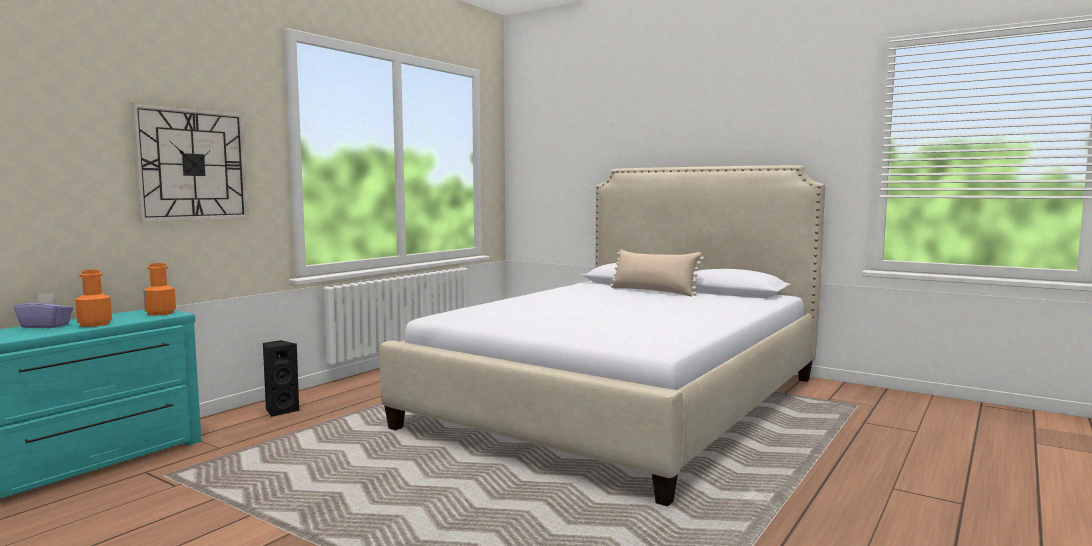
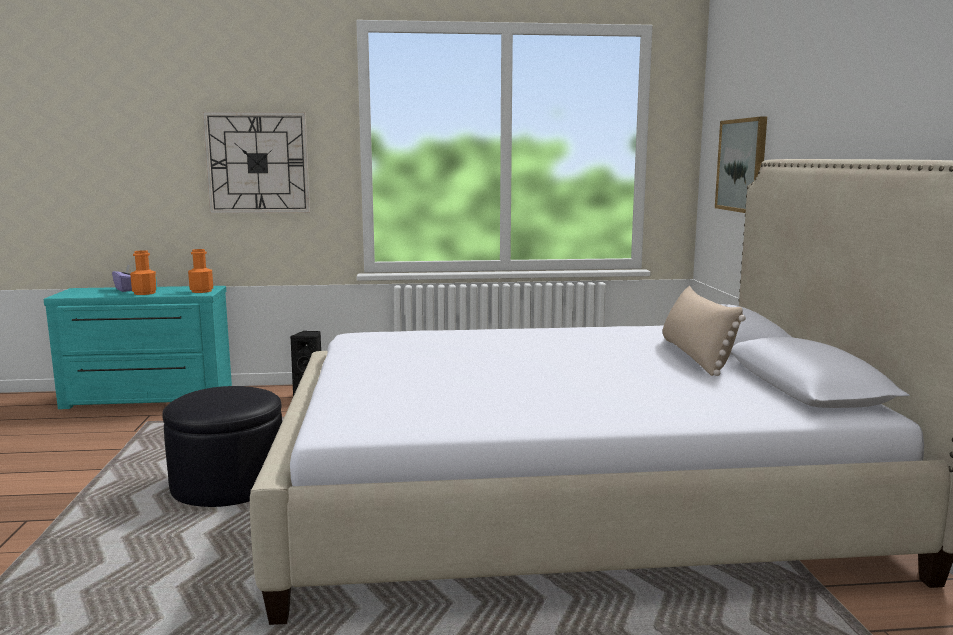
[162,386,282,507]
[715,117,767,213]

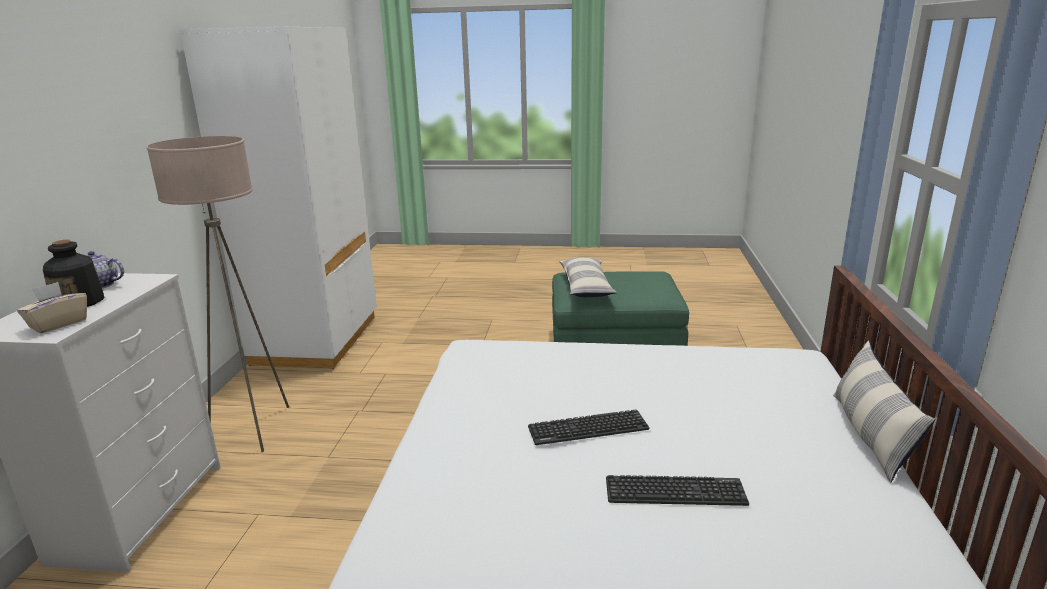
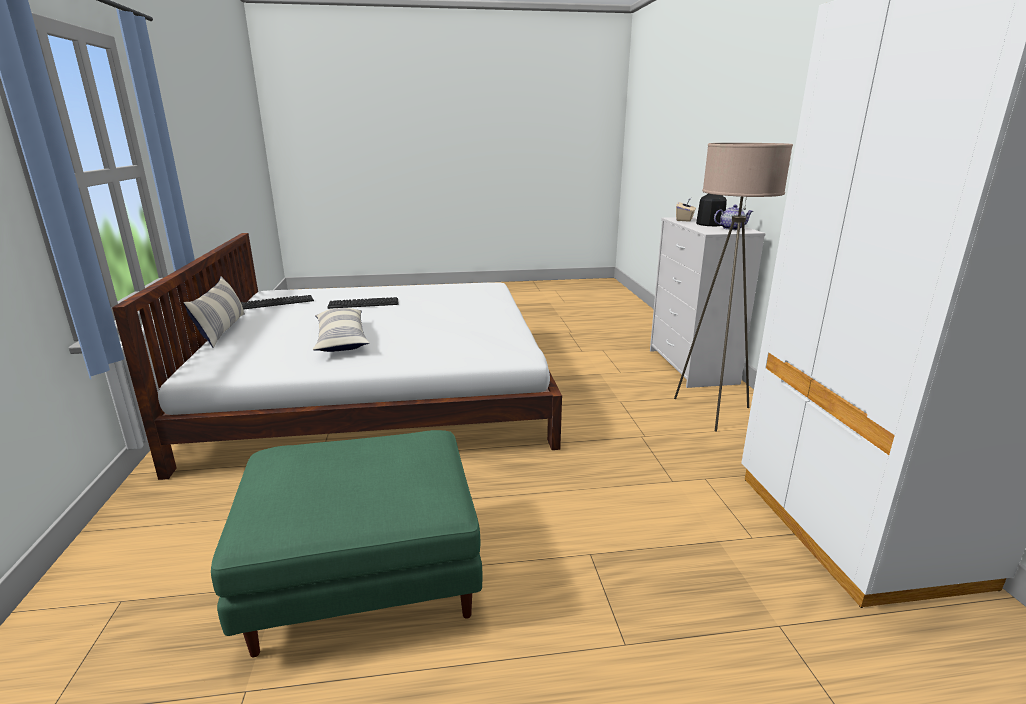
[241,295,314,310]
[313,308,369,352]

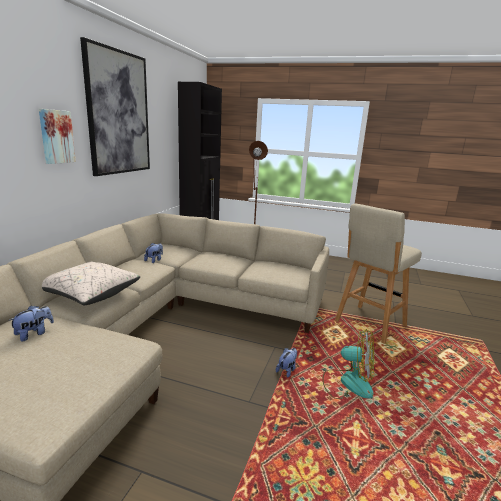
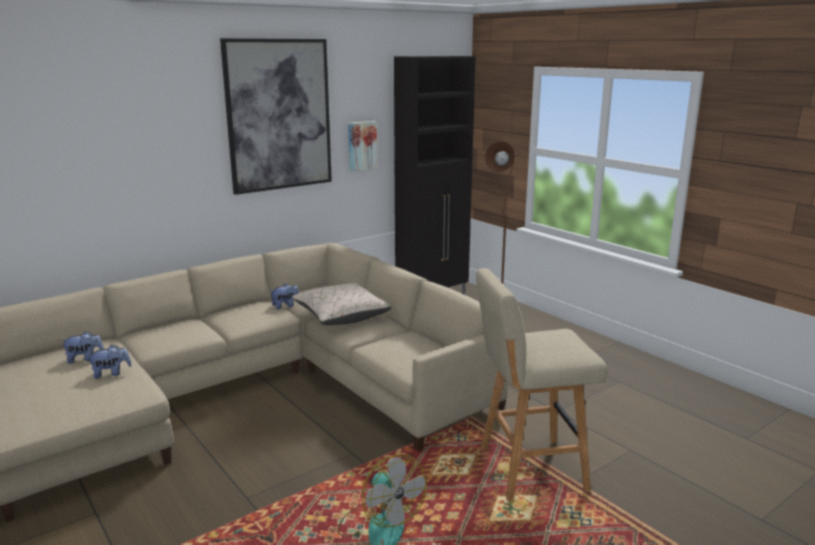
[348,121,377,171]
[292,283,391,325]
[86,345,132,379]

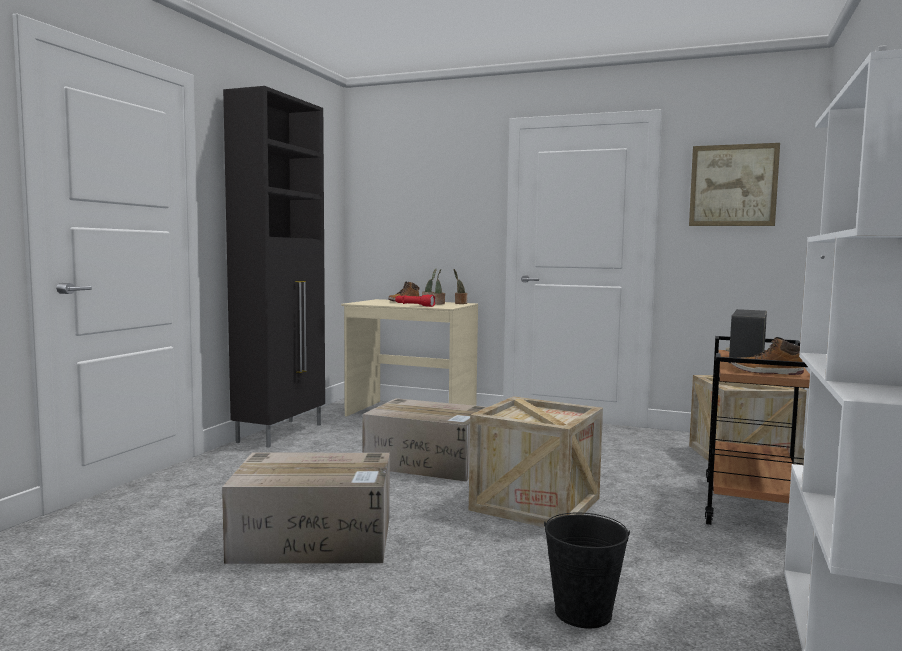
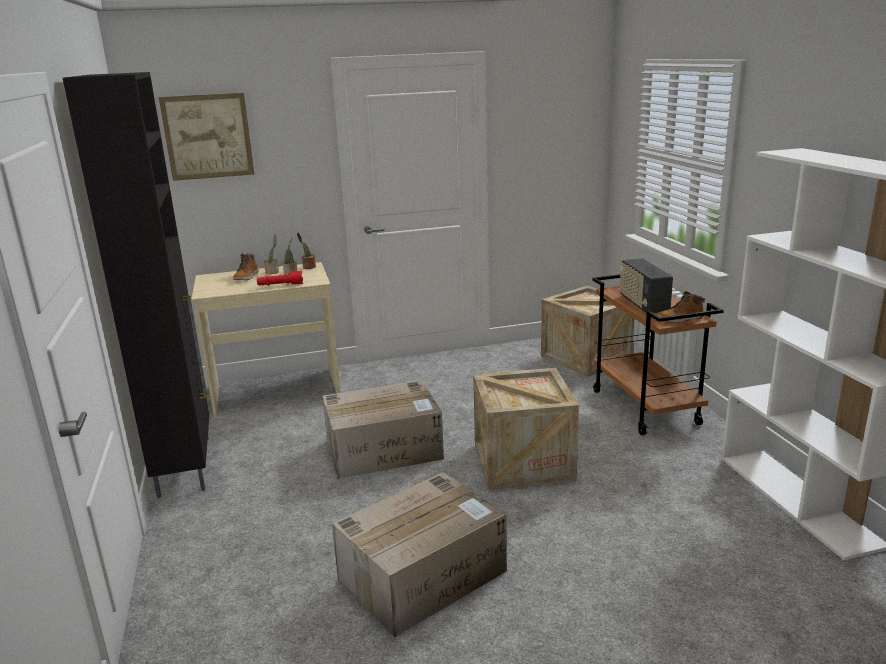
[544,513,630,628] (first image)
[159,93,255,181]

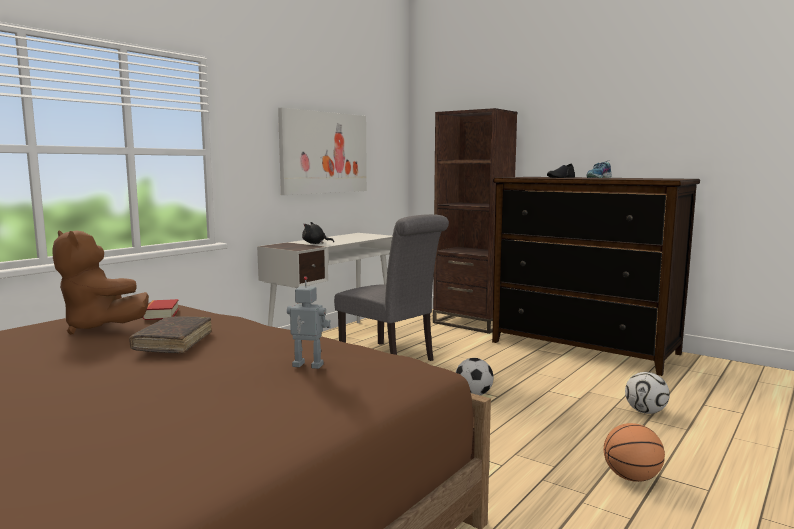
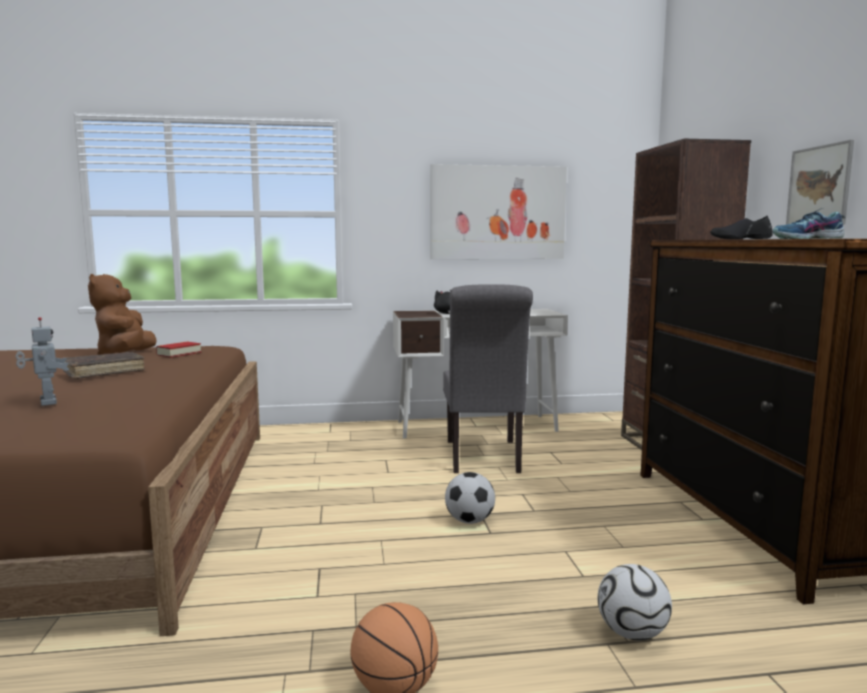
[786,140,854,225]

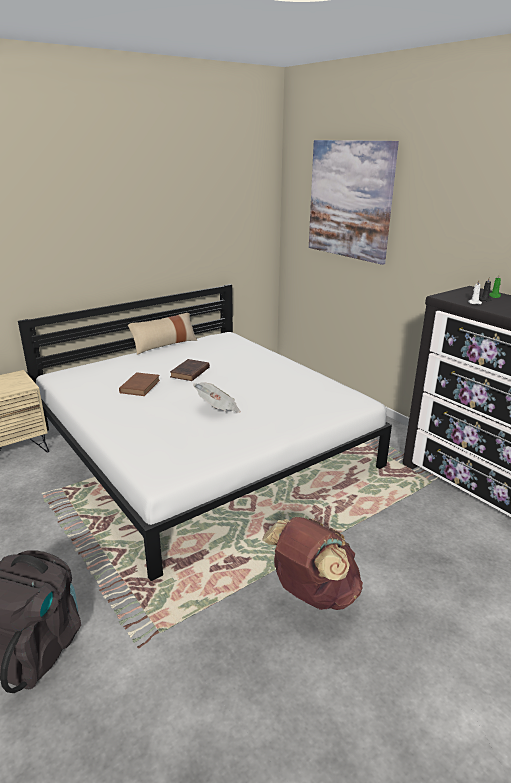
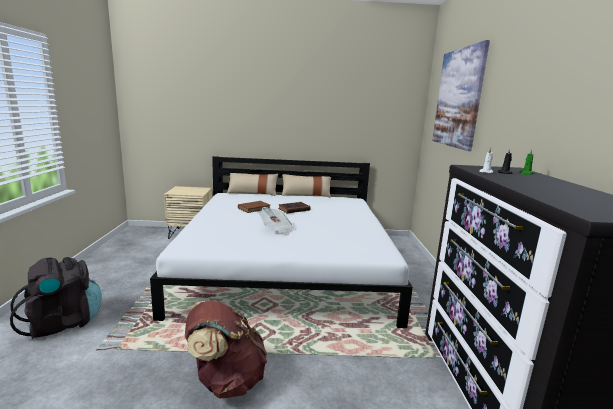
[227,173,278,196]

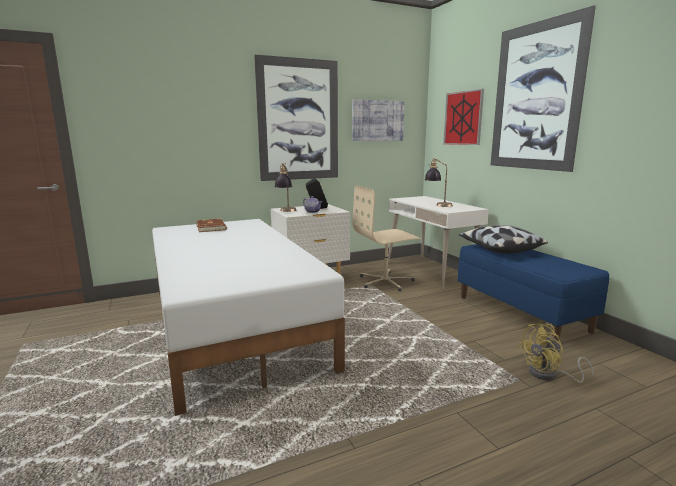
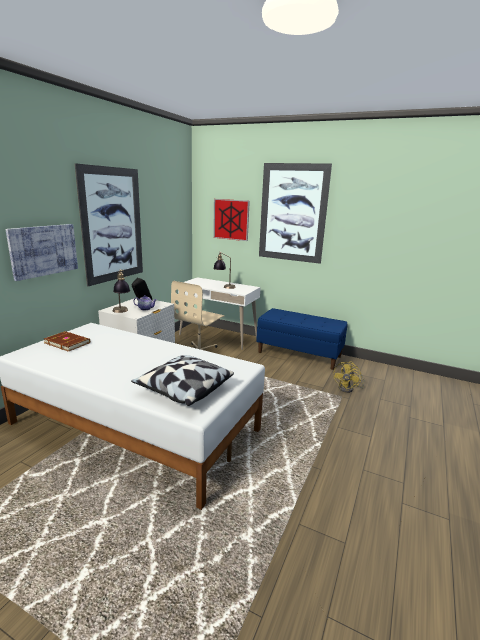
[5,224,78,281]
[131,355,234,406]

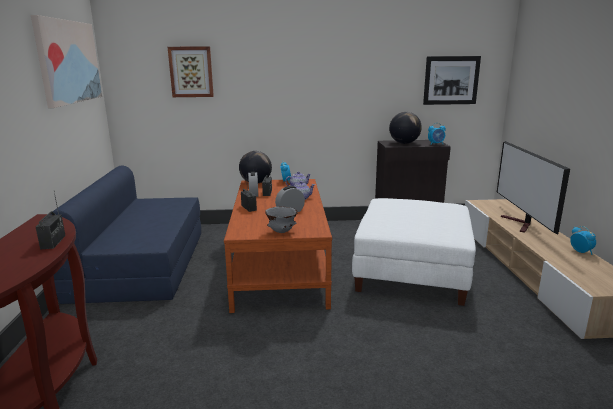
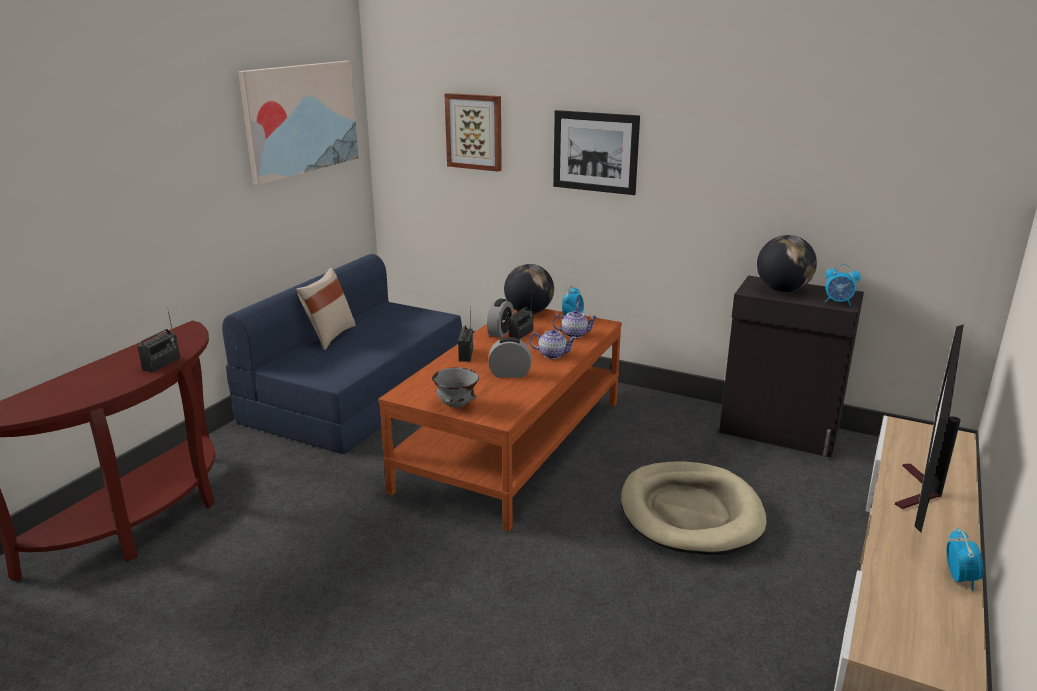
[296,268,356,350]
[553,110,640,195]
[621,461,766,555]

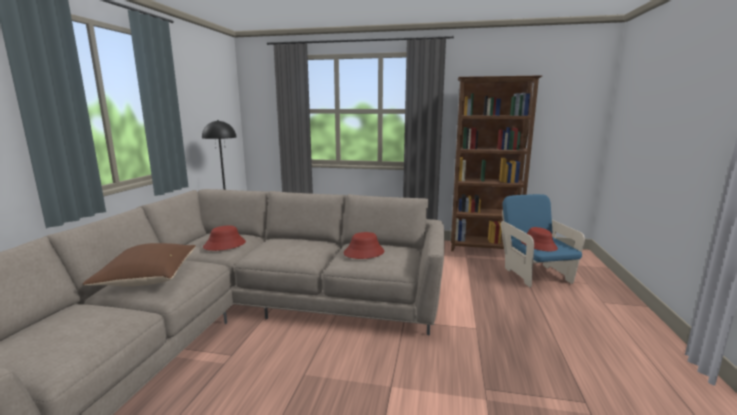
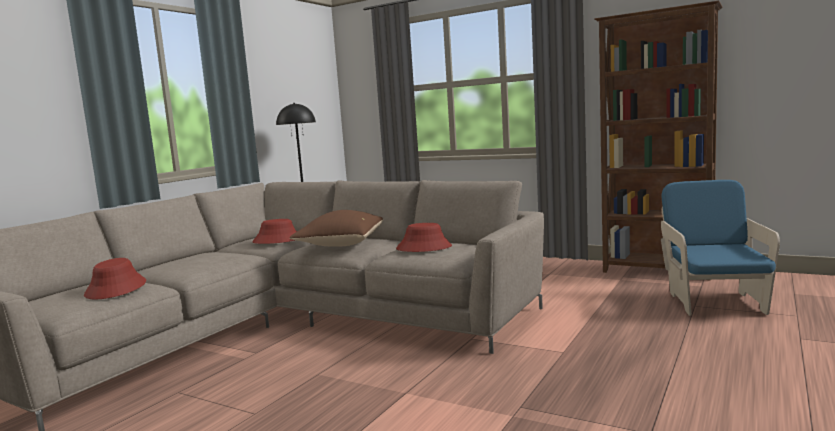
[290,210,383,247]
[84,258,146,299]

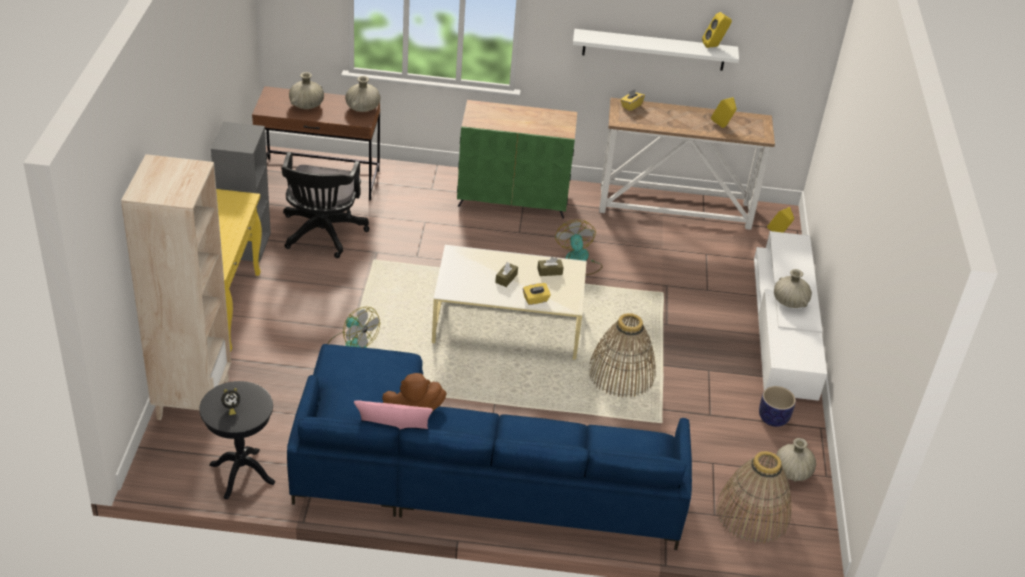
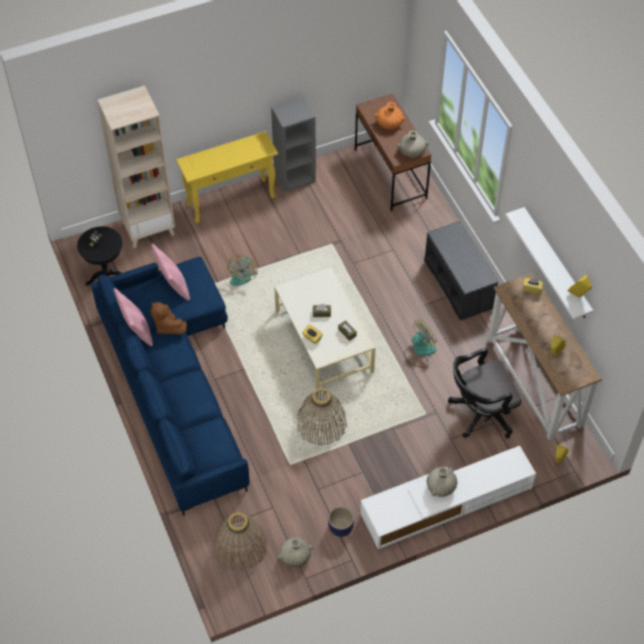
[151,244,190,301]
[448,348,522,438]
[424,221,498,321]
[374,102,406,129]

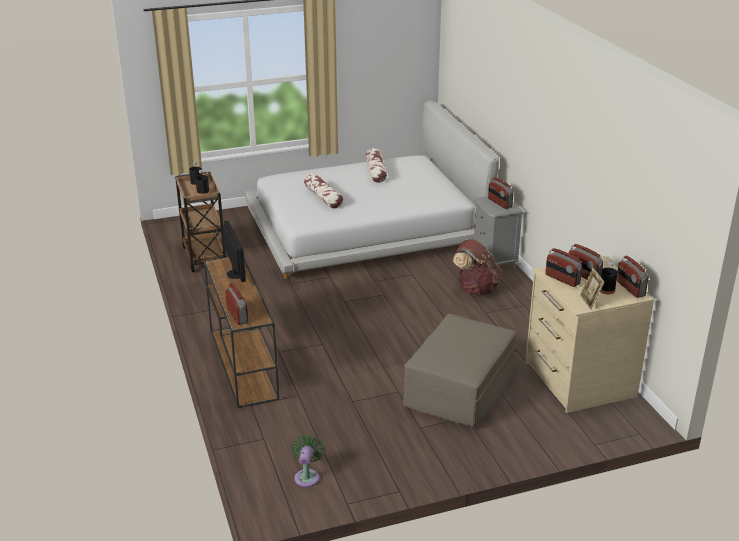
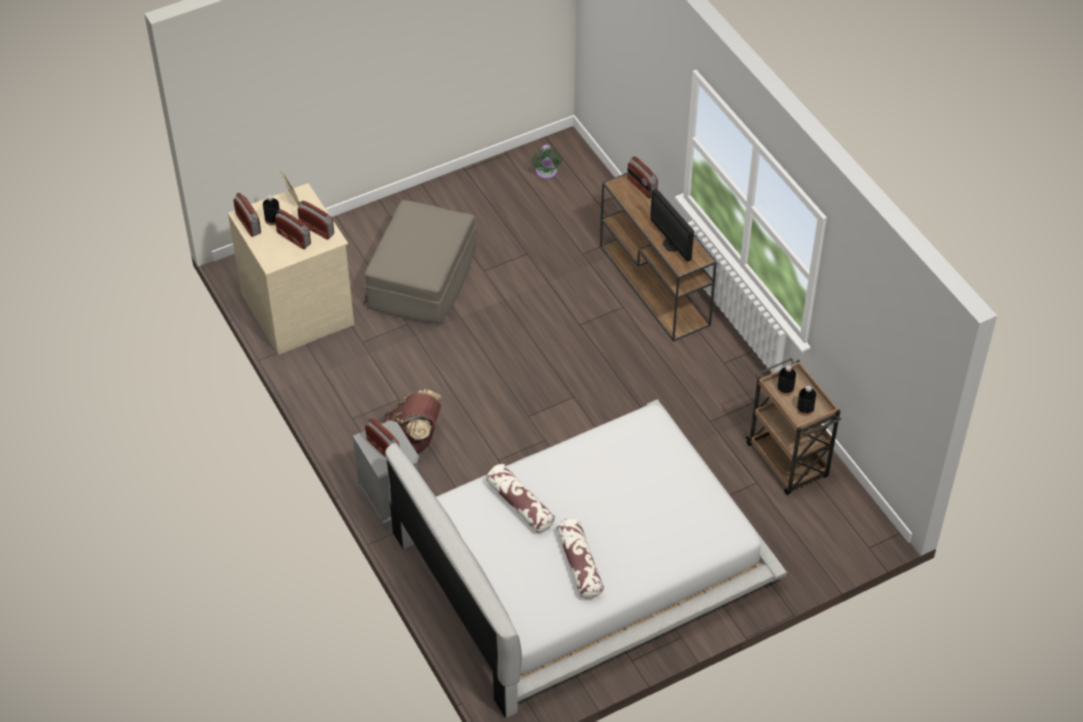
[486,464,555,533]

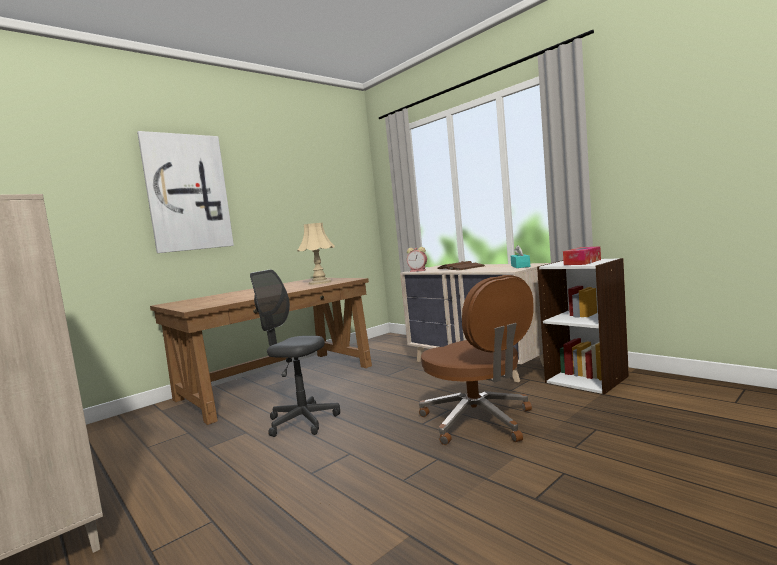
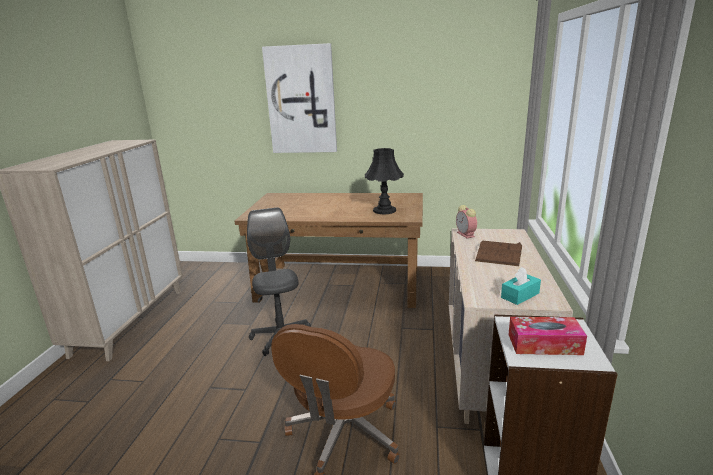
[365,148,404,214]

